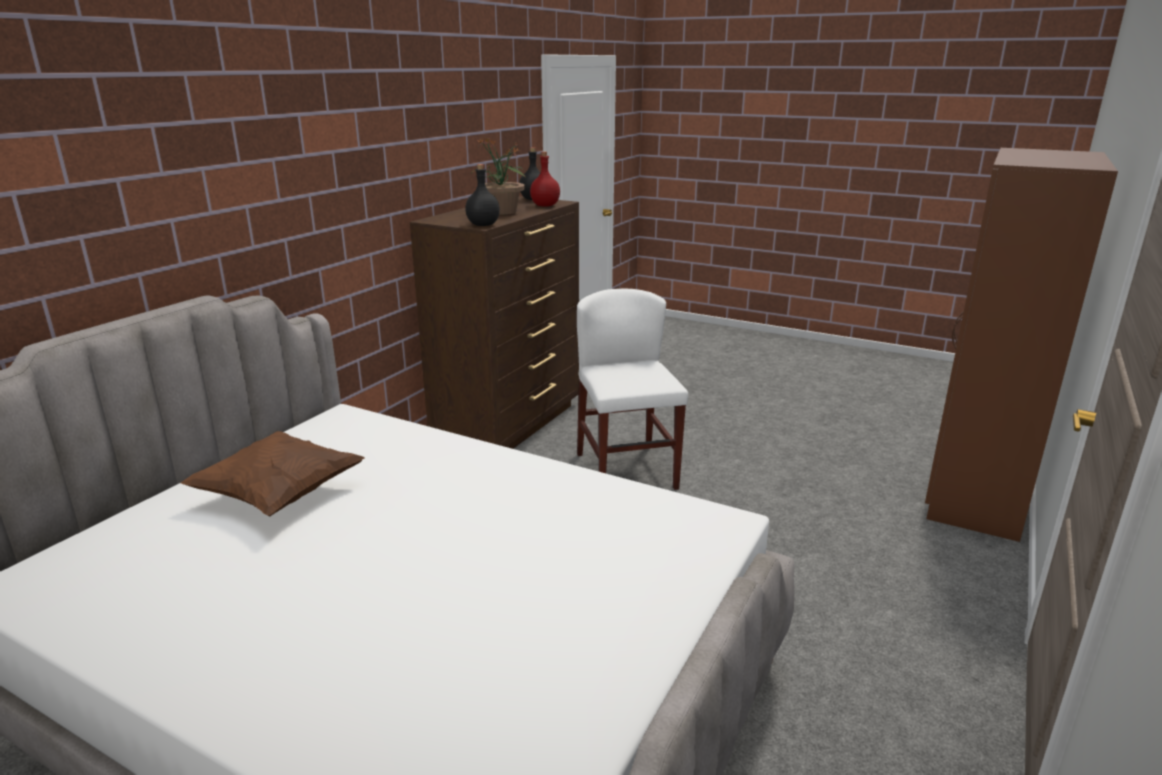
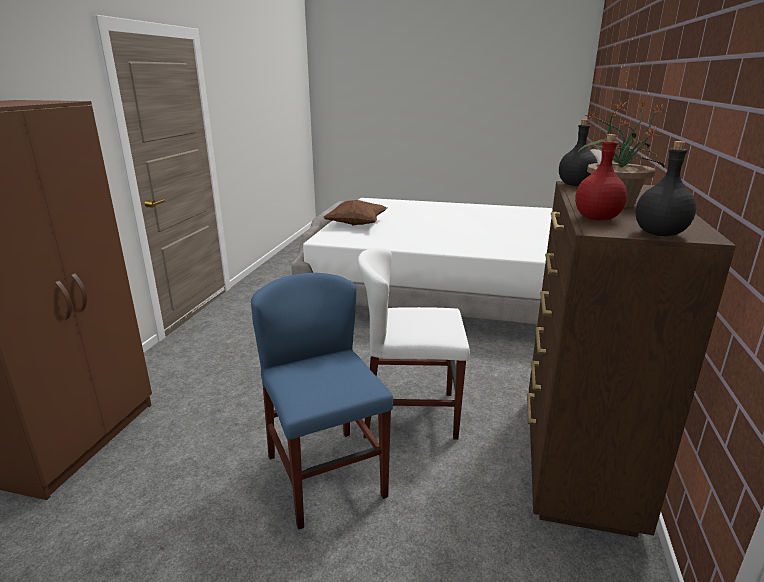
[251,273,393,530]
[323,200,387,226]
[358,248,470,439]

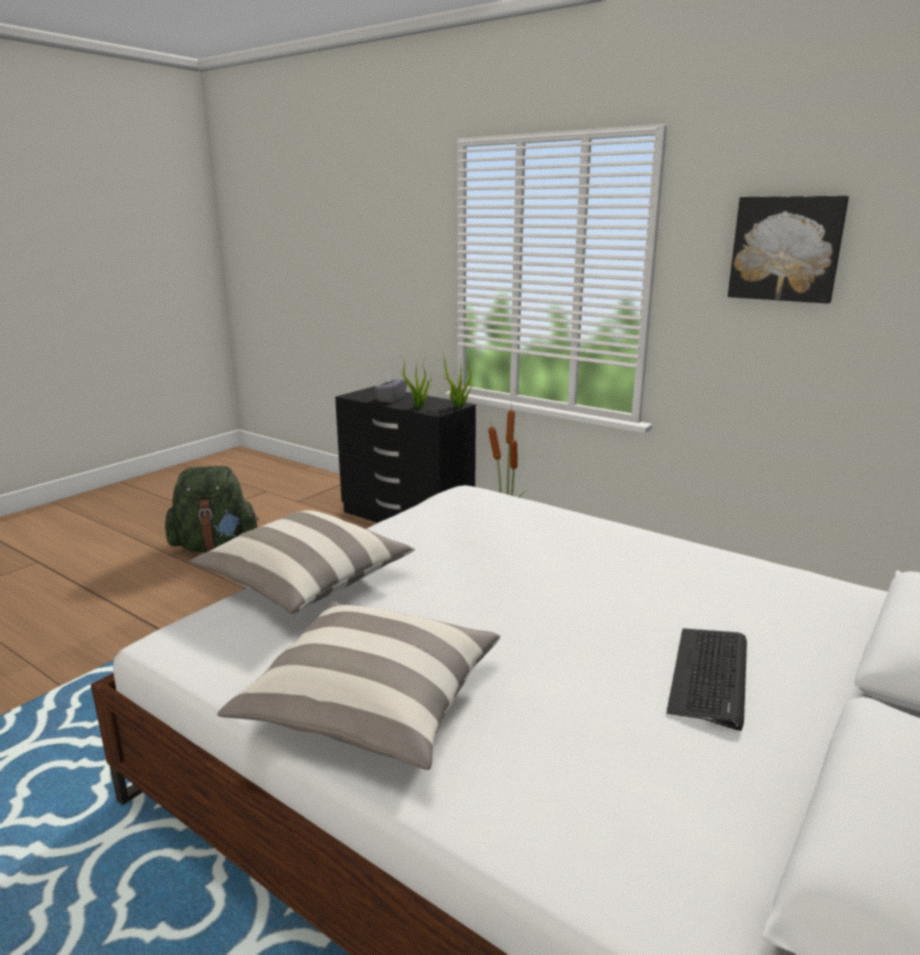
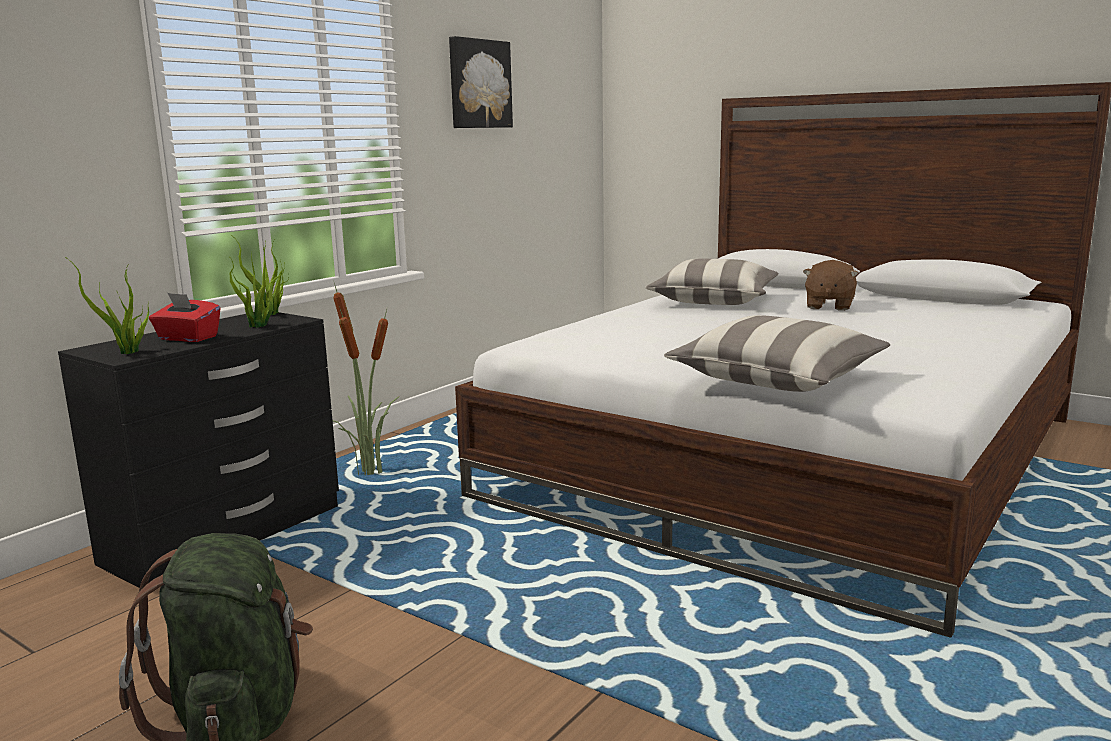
[67,258,149,354]
[646,259,779,305]
[803,260,859,311]
[149,293,220,342]

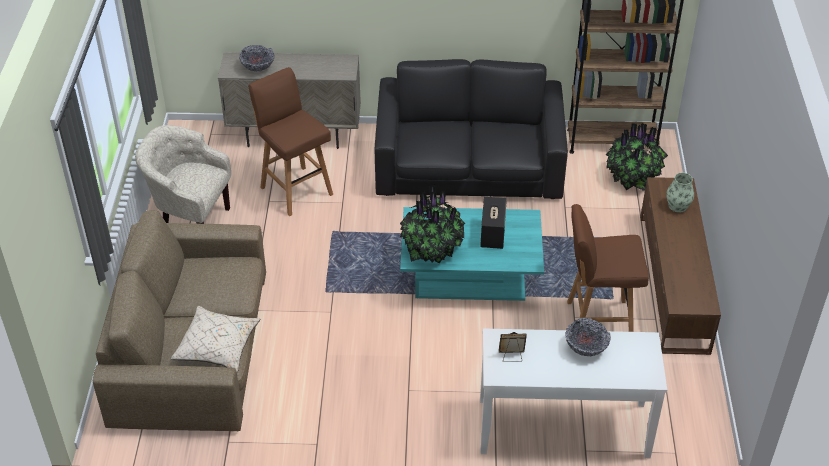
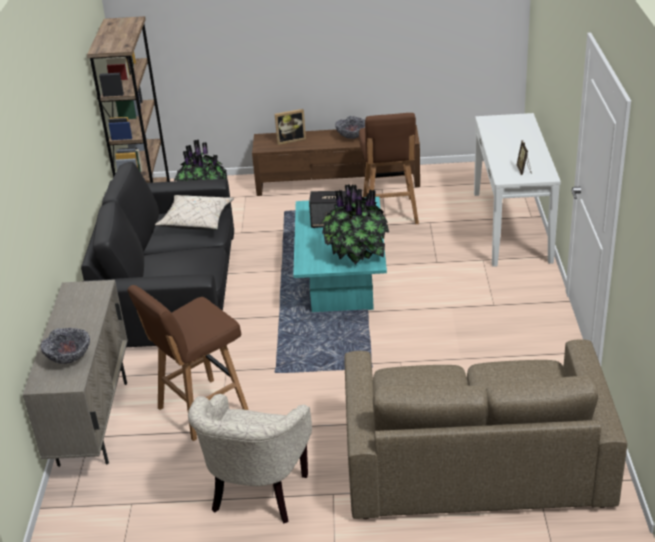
[155,195,234,230]
[335,116,365,139]
[275,109,306,145]

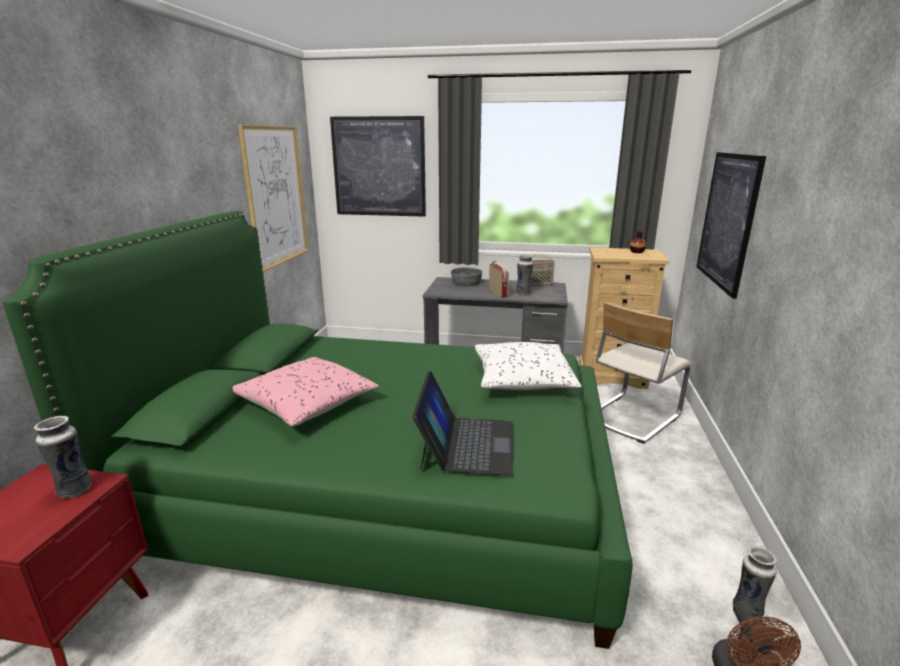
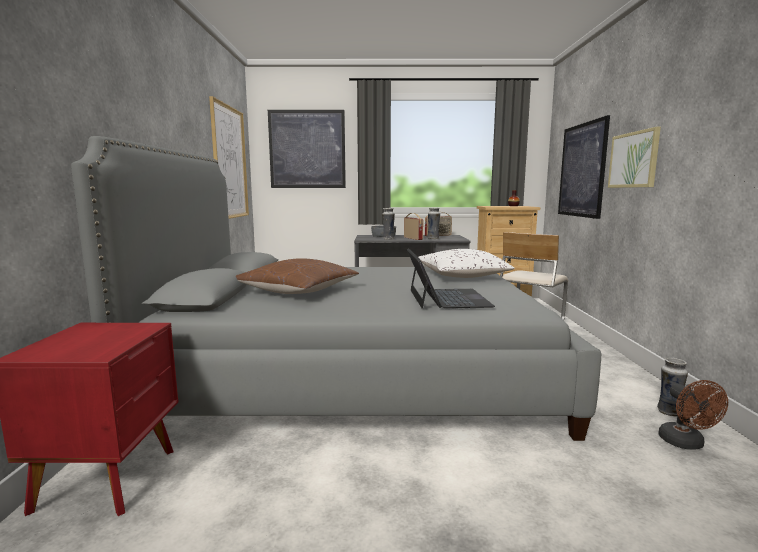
[608,127,661,188]
[382,208,395,239]
[71,136,601,441]
[236,258,359,294]

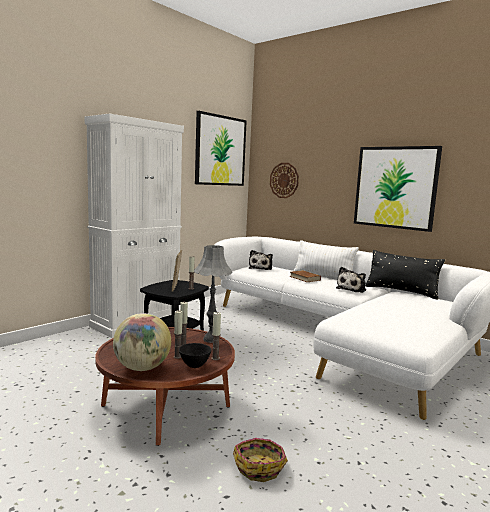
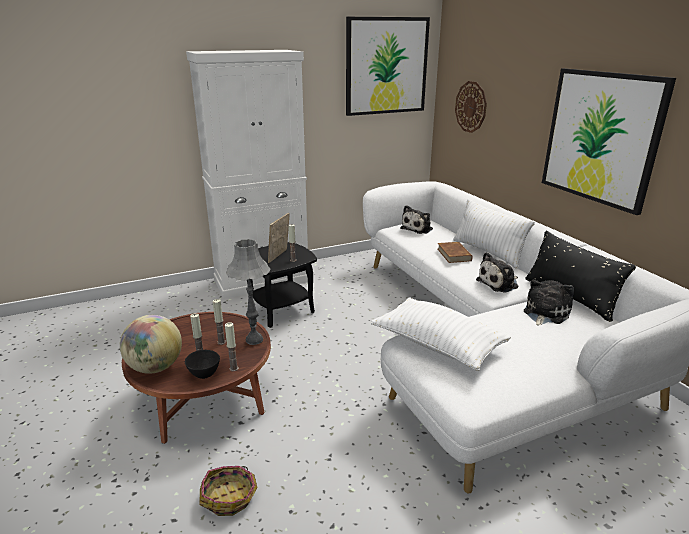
[371,298,511,371]
[524,280,574,326]

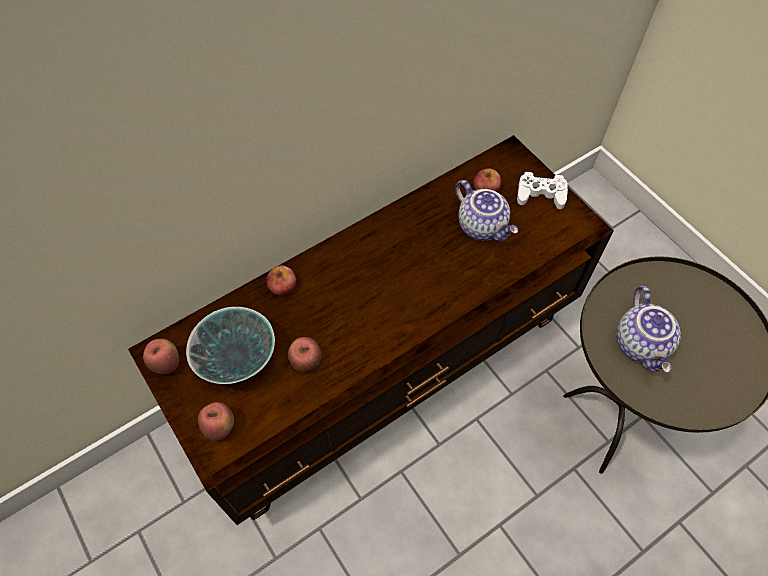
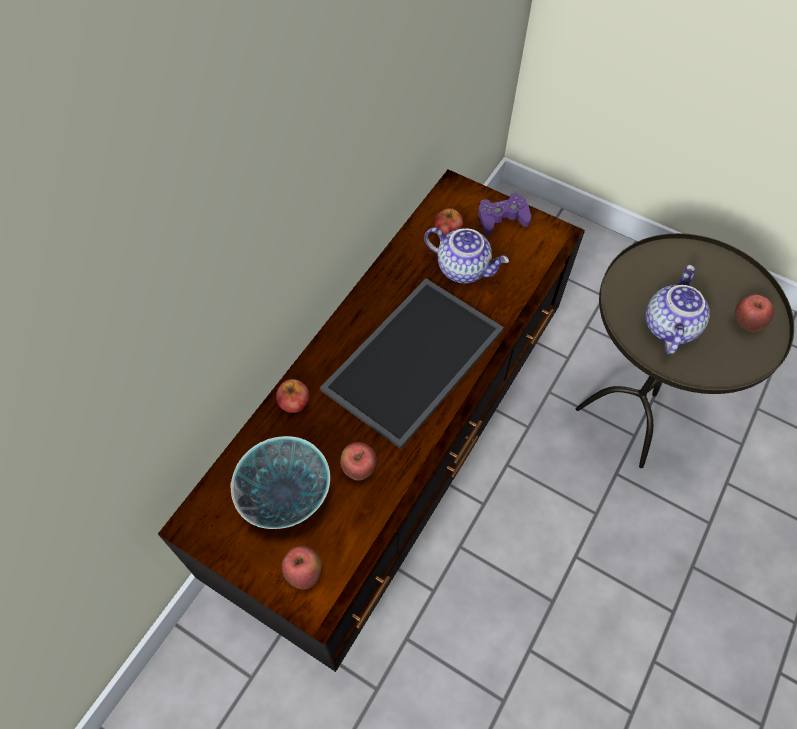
[320,279,504,449]
[735,294,774,332]
[478,193,531,235]
[645,265,710,354]

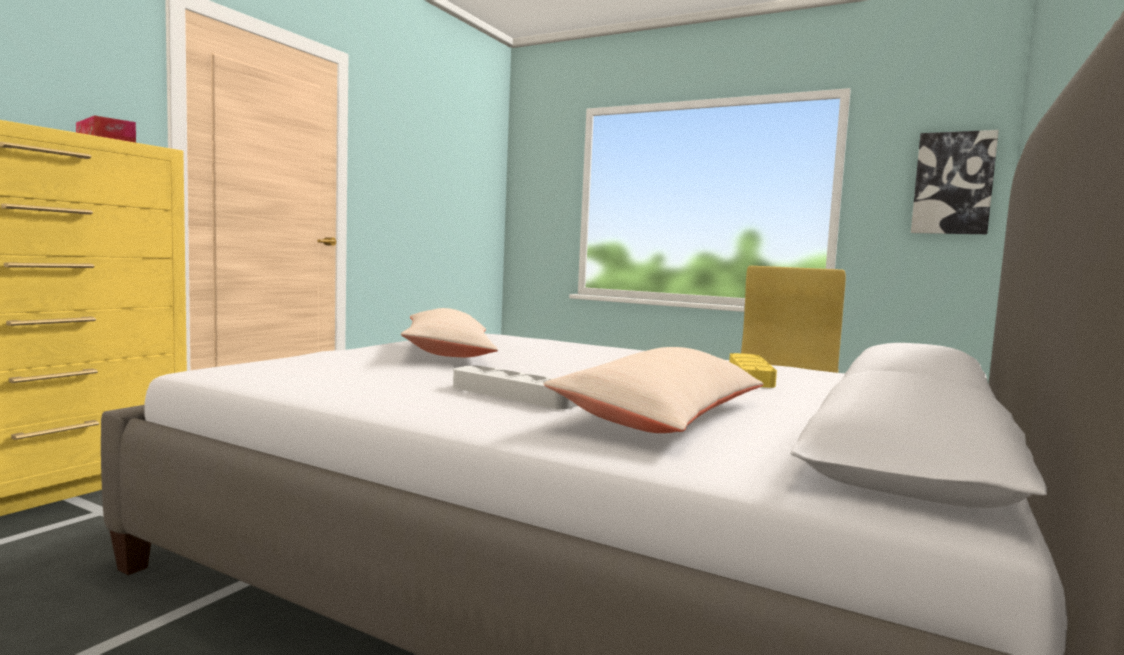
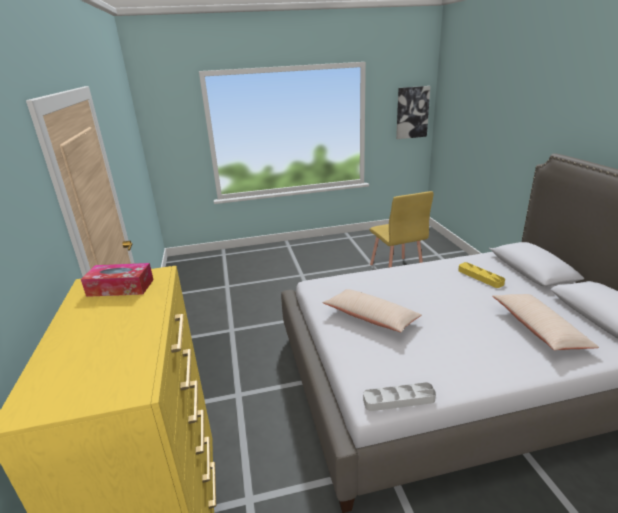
[363,382,436,411]

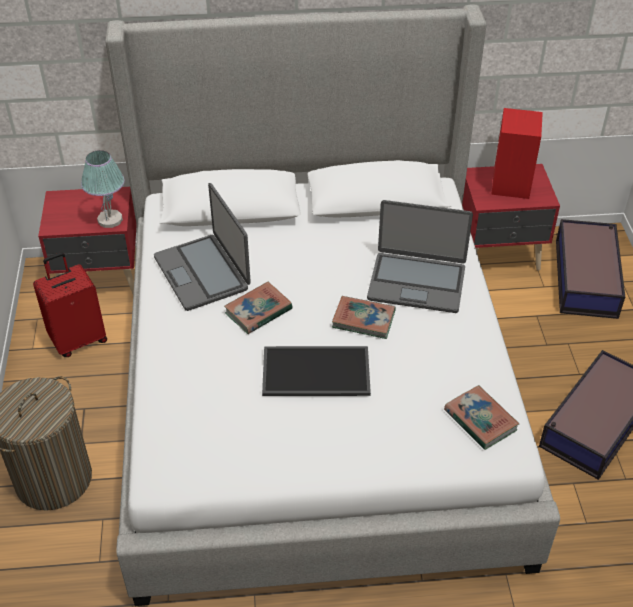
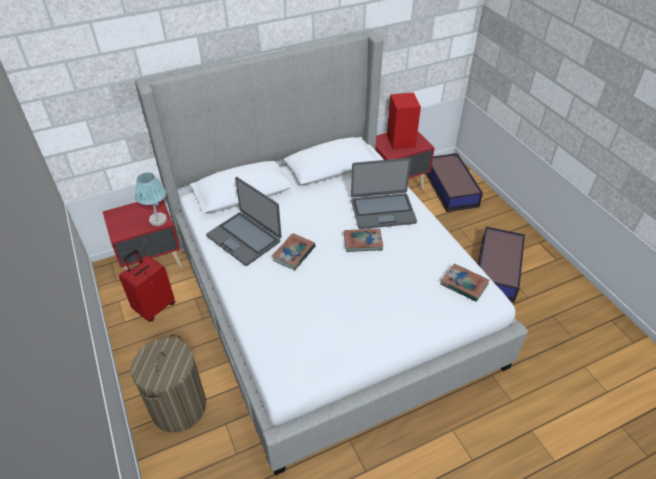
[262,346,371,396] (first image)

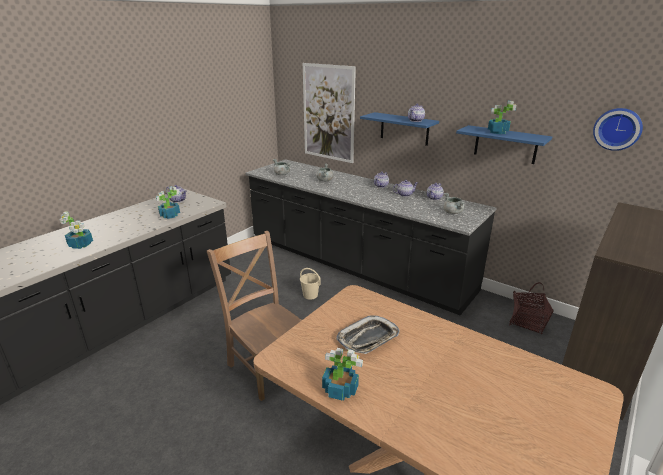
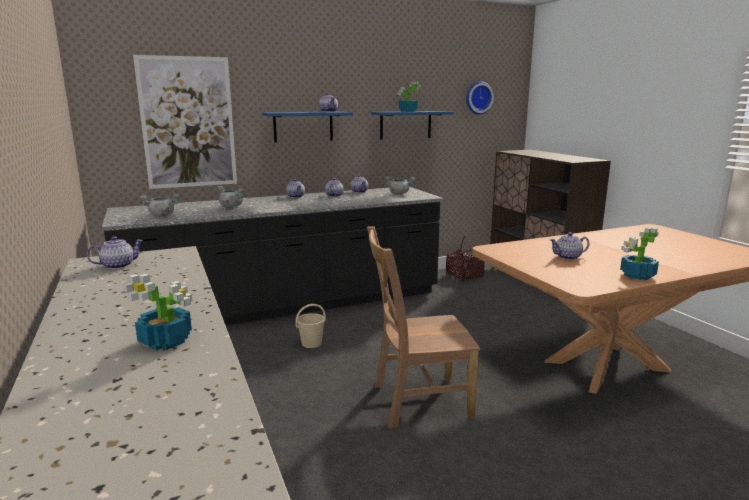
[156,186,180,219] (first image)
[550,232,589,260]

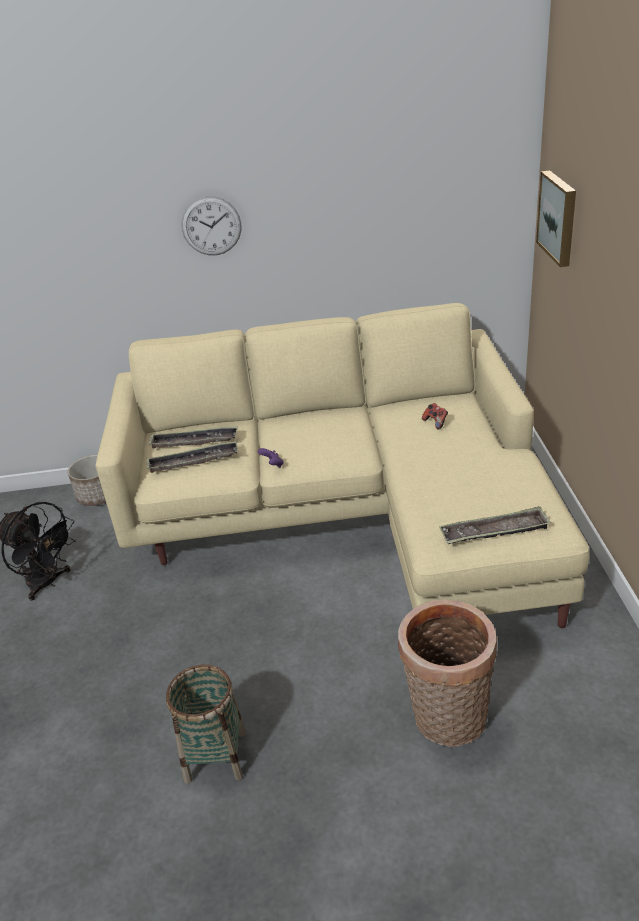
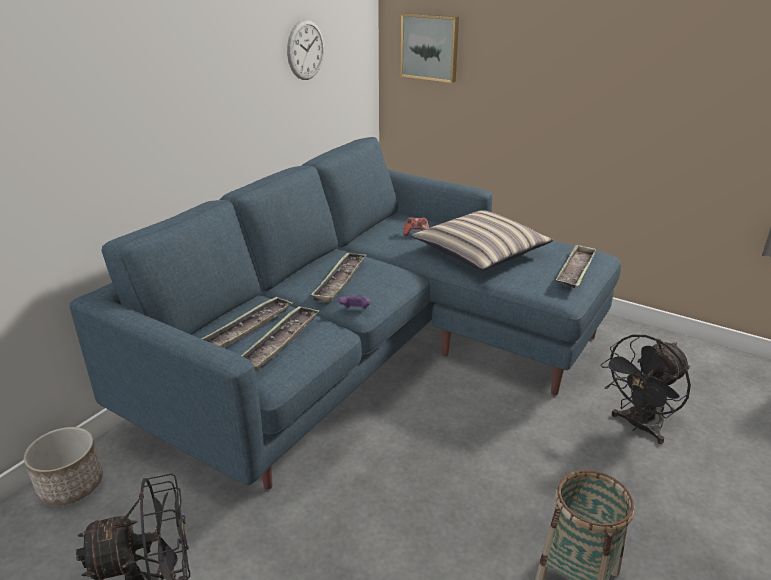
[311,253,366,302]
[412,210,553,270]
[287,19,324,80]
[601,335,691,444]
[69,137,621,490]

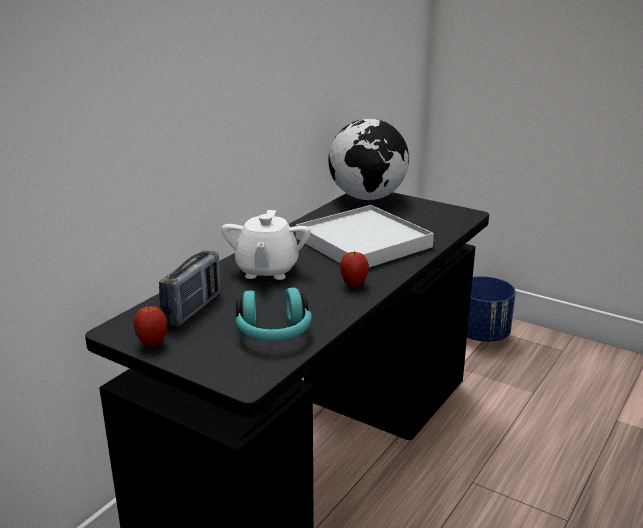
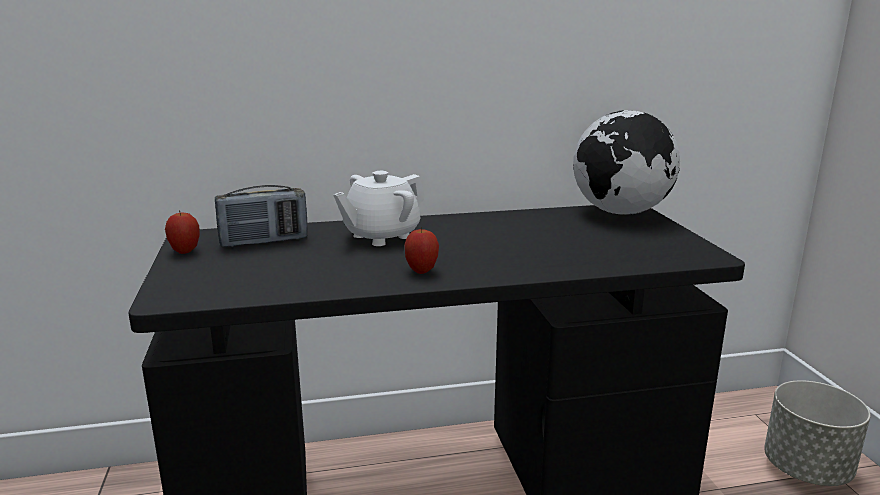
[236,288,312,341] (first image)
[296,205,434,267] (first image)
[764,380,871,486]

